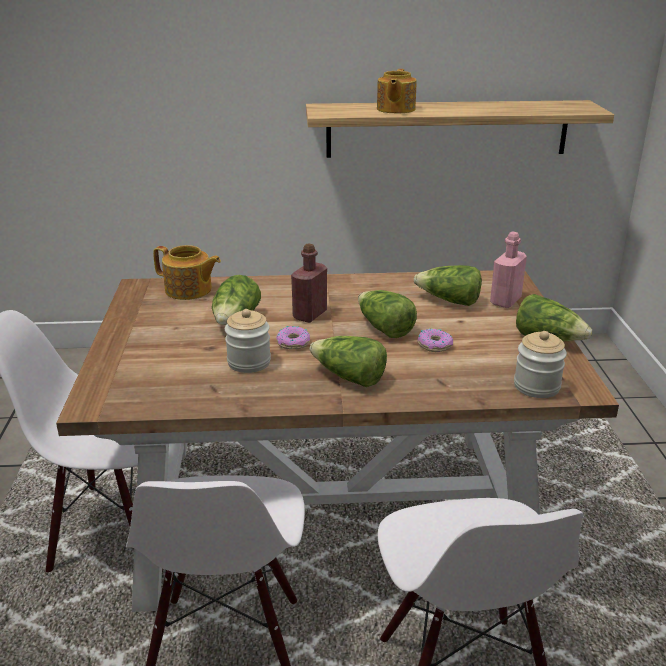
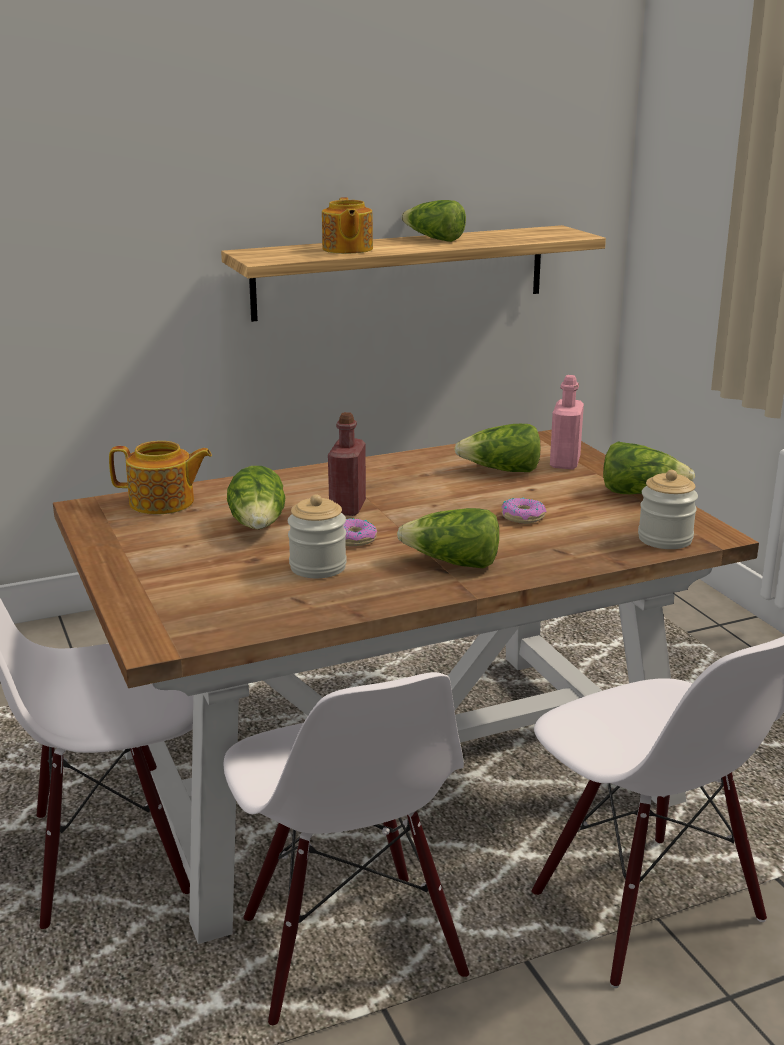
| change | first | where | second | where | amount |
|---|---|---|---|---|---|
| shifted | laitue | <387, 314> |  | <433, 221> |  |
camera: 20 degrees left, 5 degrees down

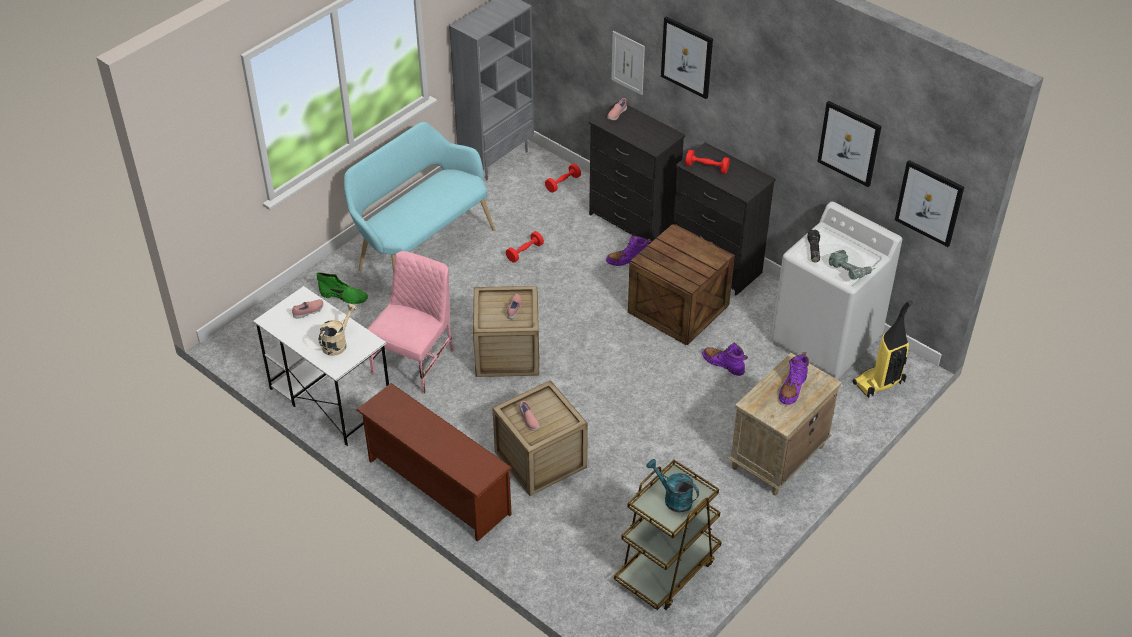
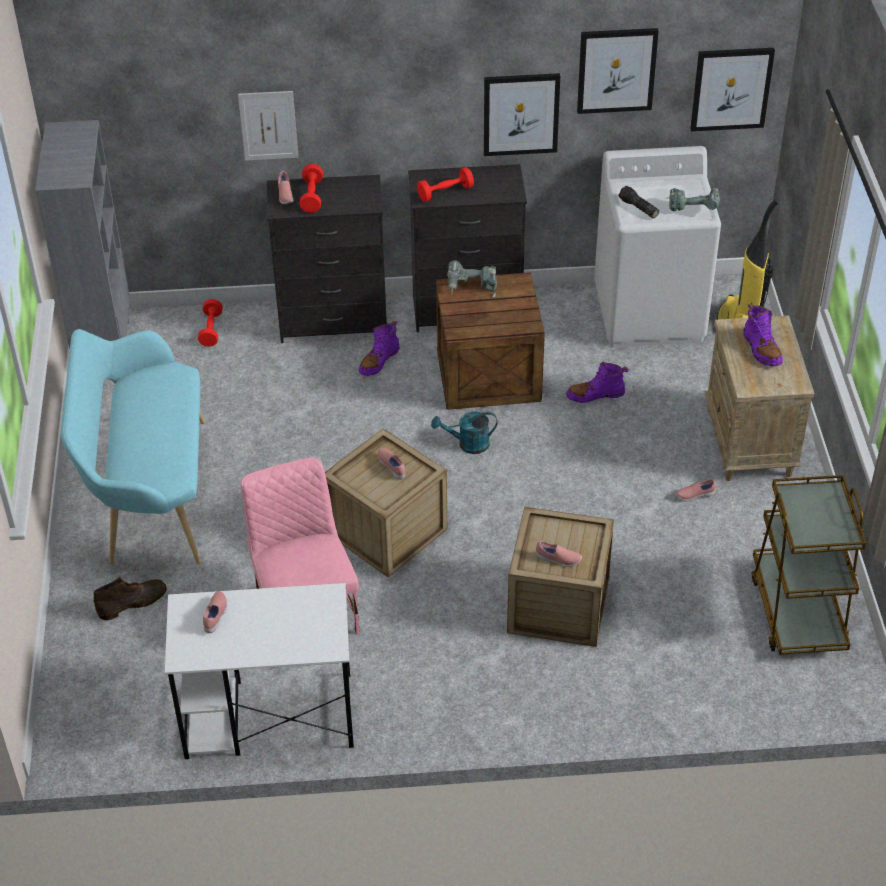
| change | first | where | second | where | amount |
|---|---|---|---|---|---|
| shifted | tableau | <687, 57> |  | <522, 114> |  |
| shifted | haltère [rouge] | <525, 247> |  | <311, 188> |  |
| repainted | botte [vert] | <342, 288> | botte [marron] | <130, 598> |  |
| gone | arrosoir [beige] | <338, 329> |  |  |  |
| gone | étagère à chaussures [marron] | <434, 462> |  |  |  |
| shifted | arrosoir [turquoise] | <672, 485> |  | <464, 433> |  |
| new |  |  | perceuse | <471, 278> |  |
| new |  |  | chaussure [rose] | <696, 490> |  |
camera: 45 degrees left, 0 degrees up

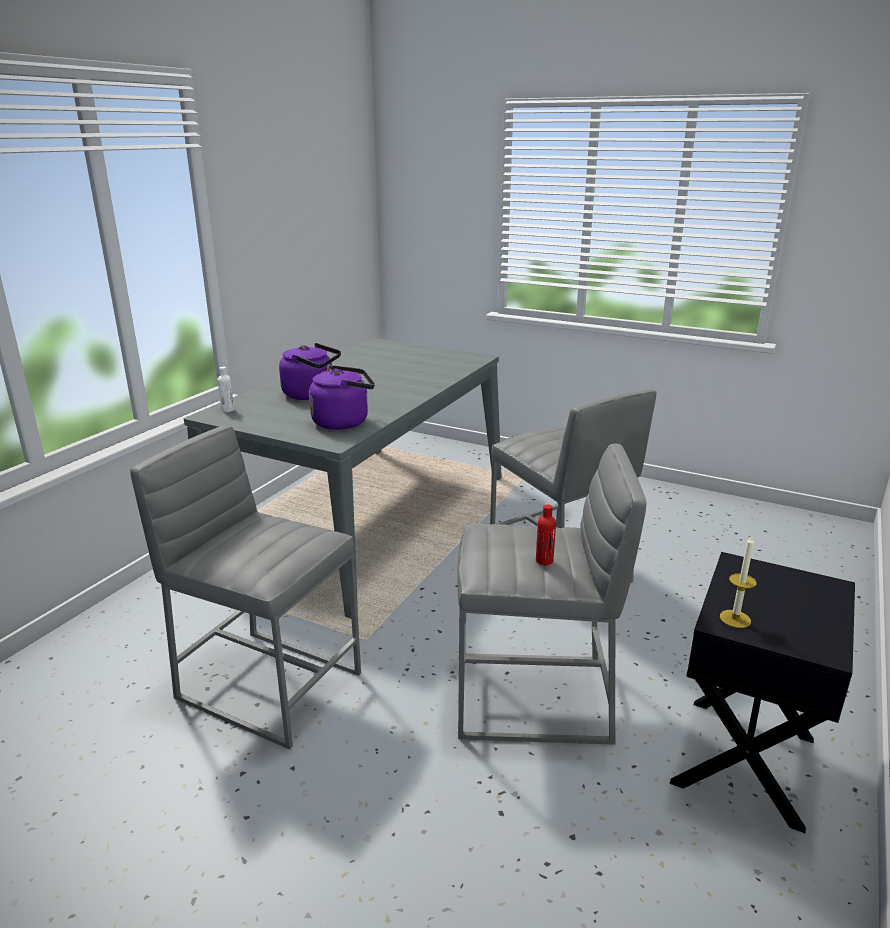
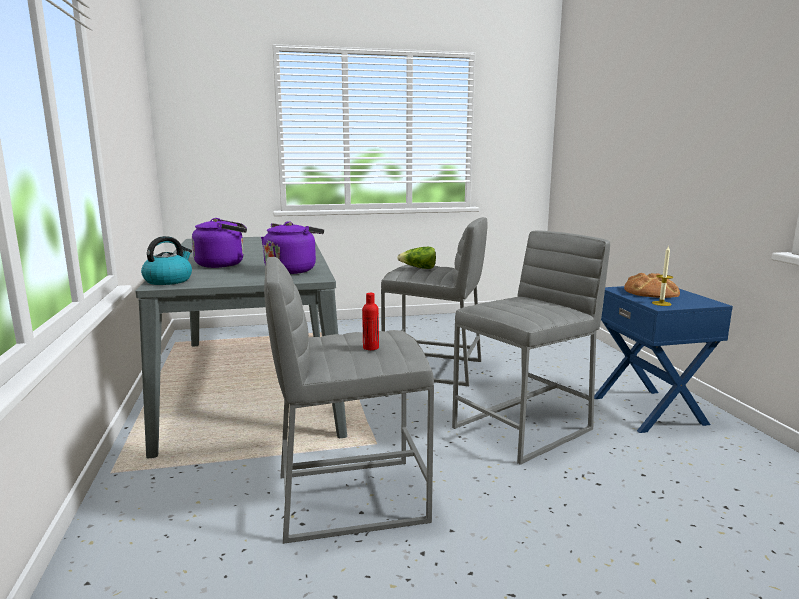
| change | first | where | second | where | amount |
|---|---|---|---|---|---|
| swapped | bouteille [blanc] | <225, 389> | bouilloire | <166, 260> |  |
| shifted | bouteille [rouge] | <546, 534> |  | <370, 321> |  |
| repainted | table de chevet [noir] | <762, 692> | table de chevet [bleu] | <663, 359> |  |
| new |  |  | laitue | <416, 258> |  |
| new |  |  | pain | <652, 285> |  |
camera: 40 degrees left, 10 degrees down

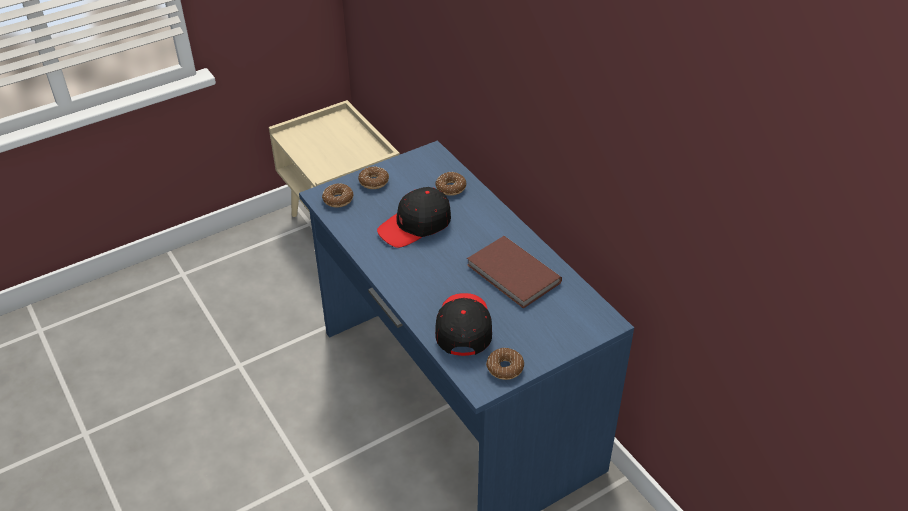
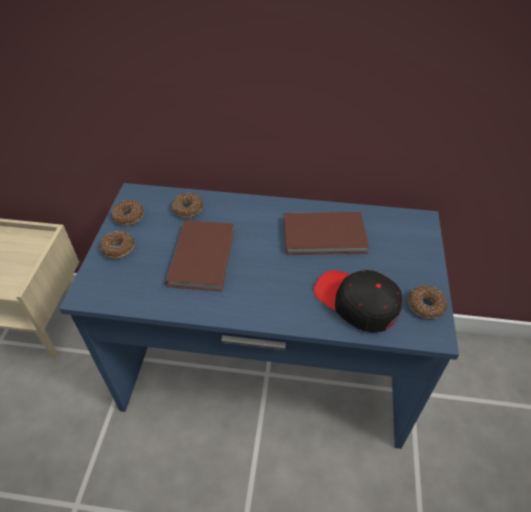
| change | first | where | second | where | amount |
|---|---|---|---|---|---|
| shifted | beignet | <337, 195> |  | <127, 212> |  |
| swapped | casquette [noir] | <414, 217> | livre [marron] | <200, 256> |  |
camera: 50 degrees left, 5 degrees up

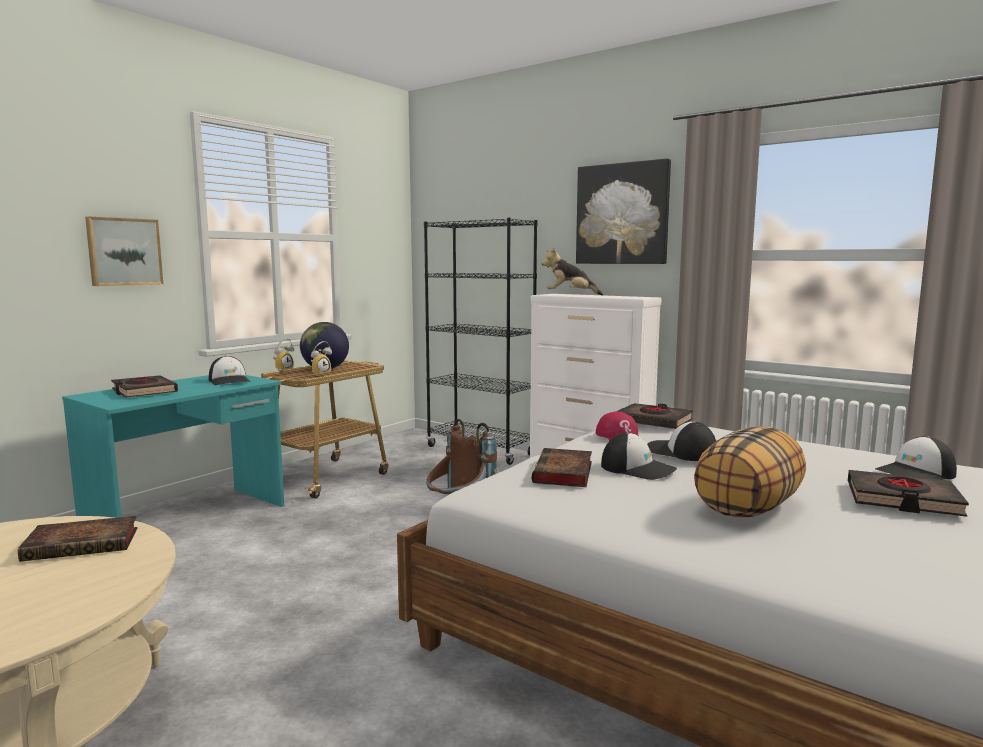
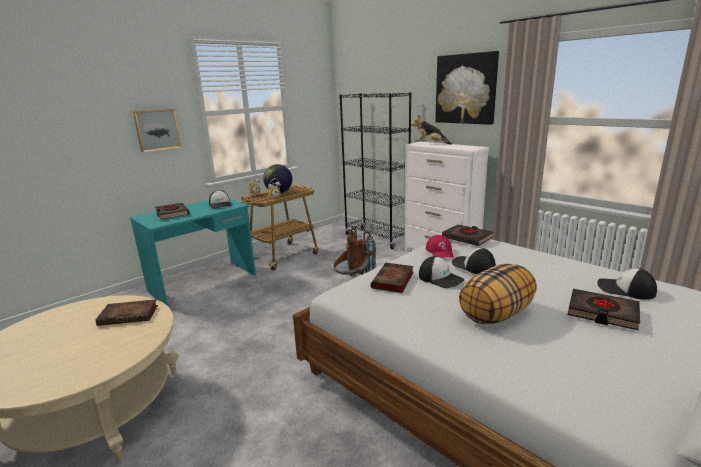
| change | first | where | second | where | amount |
|---|---|---|---|---|---|
| rotated | casquette | <916, 458> |  | <627, 284> | 45 degrees clockwise |
camera: 10 degrees right, 10 degrees up

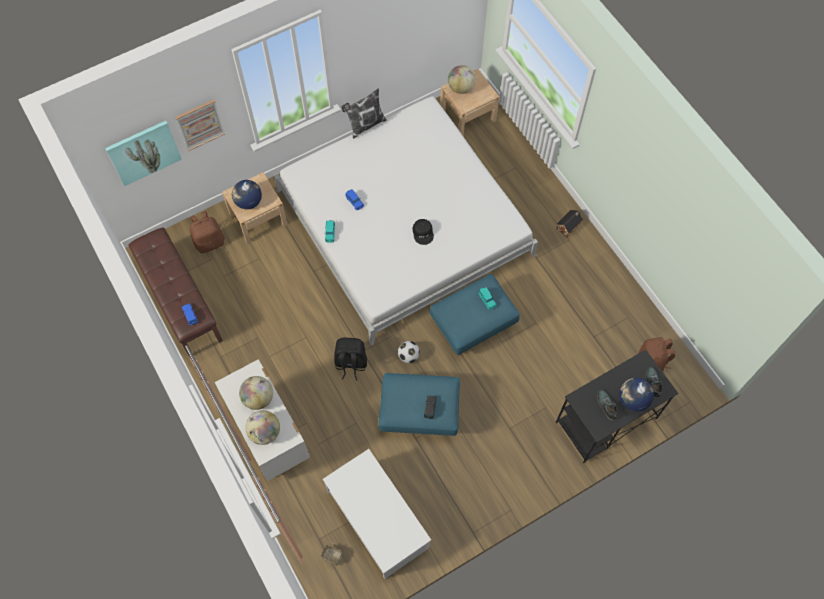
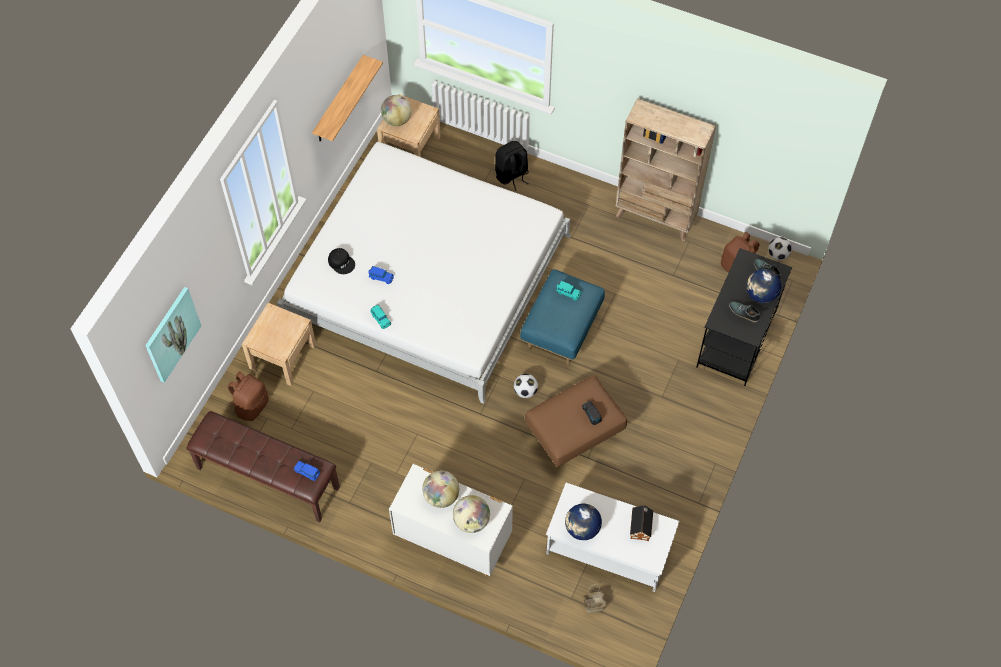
| change | first | where | second | where | amount |
|---|---|---|---|---|---|
| gone | coussin | <364, 113> |  |  |  |
| gone | tableau | <200, 125> |  |  |  |
| shifted | globe | <247, 194> |  | <583, 522> |  |
| shifted | maison miniature | <569, 223> |  | <641, 523> |  |
| shifted | casquette [noir] | <423, 232> |  | <341, 261> |  |
| shifted | sac à dos [noir] | <350, 359> |  | <512, 166> |  |
| repainted | pouf [bleu] | <419, 404> | pouf [marron] | <576, 422> |  |
| new |  |  | étagère | <347, 98> |  |
| new |  |  | bibliothèque [beige] | <665, 170> |  |
| new |  |  | ballon de foot | <780, 248> |  |
camera: 35 degrees left, 5 degrees down

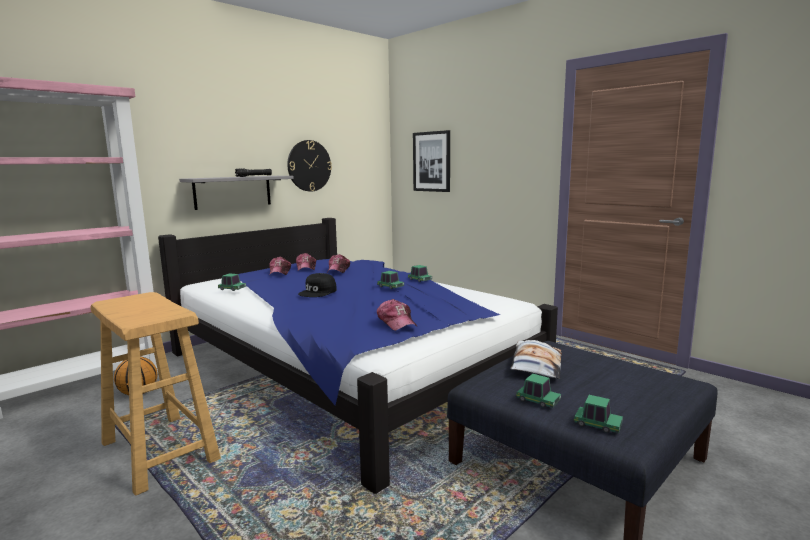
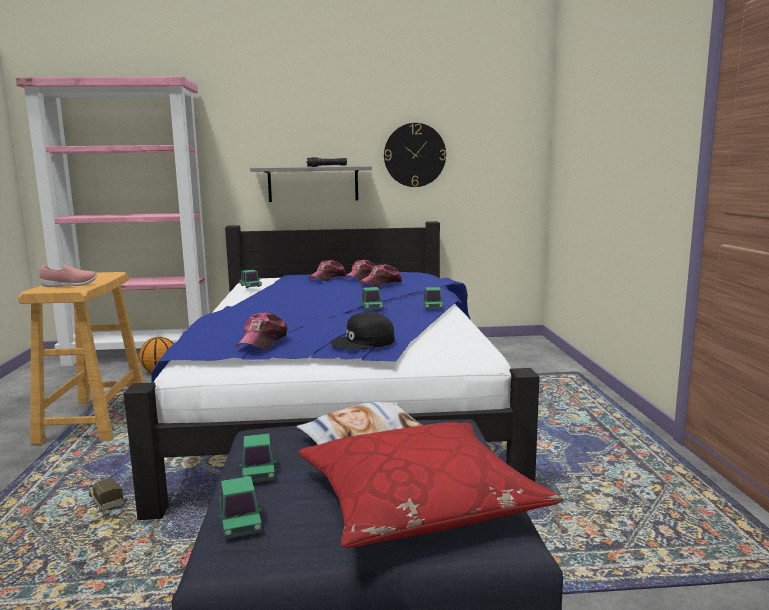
| change | first | where | second | where | amount |
|---|---|---|---|---|---|
| gone | tableau | <431, 161> |  |  |  |
| shifted | casquette [noir] | <317, 285> |  | <362, 331> |  |
| new |  |  | chaussure [rose] | <68, 275> |  |
| new |  |  | coussin [rouge] | <431, 485> |  |
| new |  |  | camion jouet | <106, 494> |  |
camera: 40 degrees right, 0 degrees up

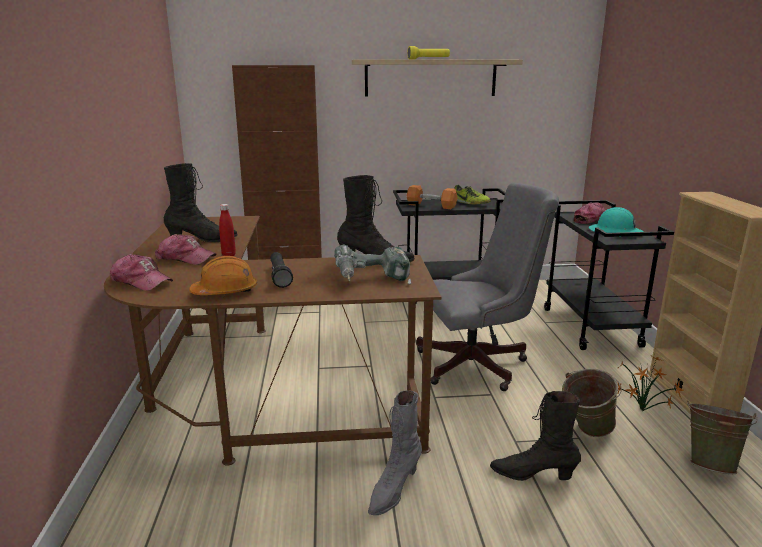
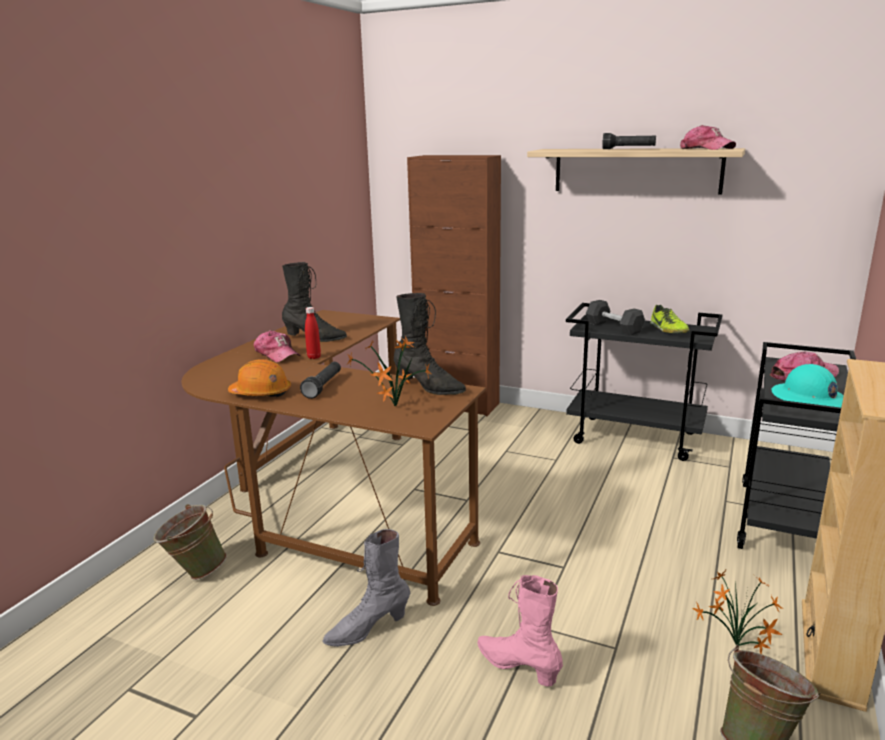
| change | first | where | second | where | amount |
|---|---|---|---|---|---|
| repainted | lampe de poche [jaune] | <428, 53> | lampe de poche [noir] | <629, 141> |  |
| gone | chaise de bureau [gris] | <487, 287> |  |  |  |
| repainted | haltère [orange] | <432, 197> | haltère [gris] | <615, 317> |  |
| swapped | perceuse | <372, 264> | plante en pot | <389, 371> |  |
| shifted | casquette | <141, 272> |  | <708, 137> |  |
| shifted | seau [vert] | <592, 403> |  | <190, 542> |  |
| repainted | botte [noir] | <535, 436> | botte [rose] | <520, 631> |  |
camera: 30 degrees right, 0 degrees up

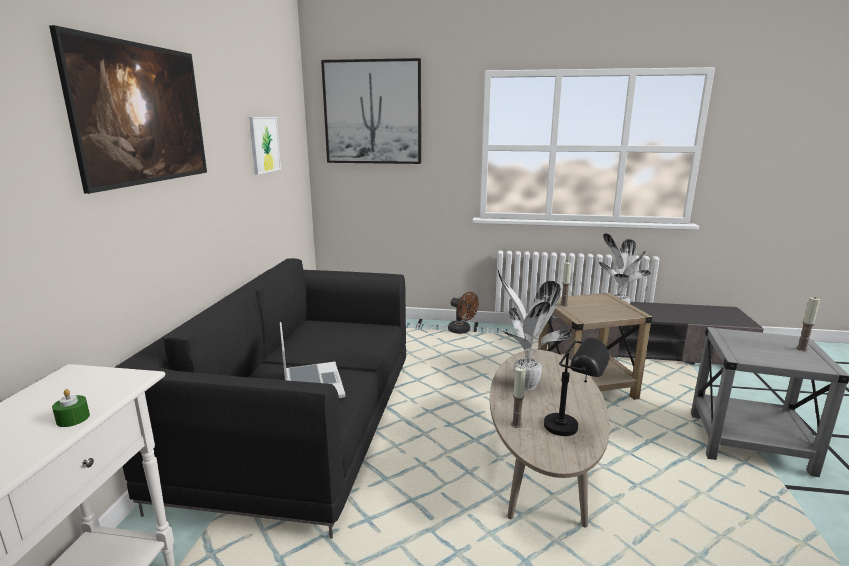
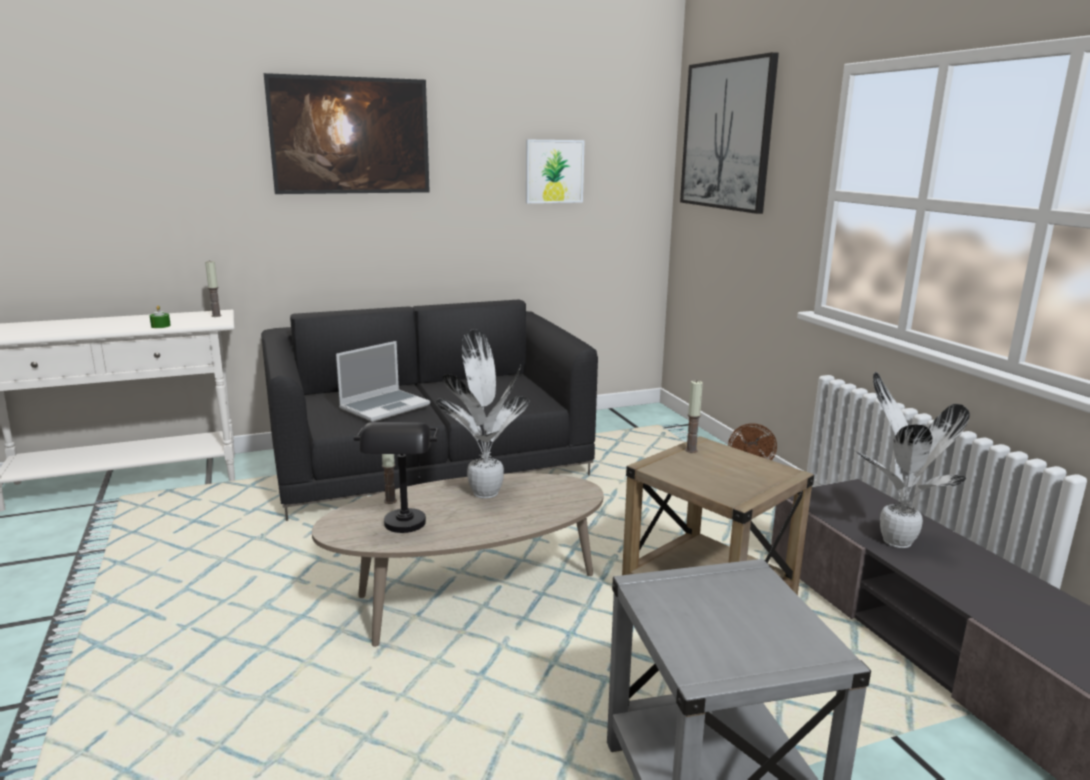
| change | first | where | second | where | amount |
|---|---|---|---|---|---|
| shifted | bougie | <808, 324> |  | <213, 288> |  |
camera: 60 degrees right, 0 degrees up

